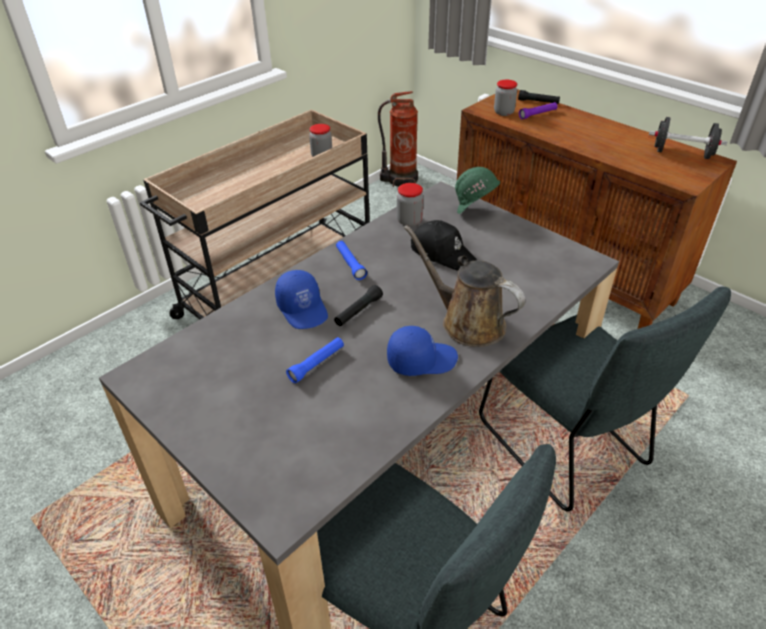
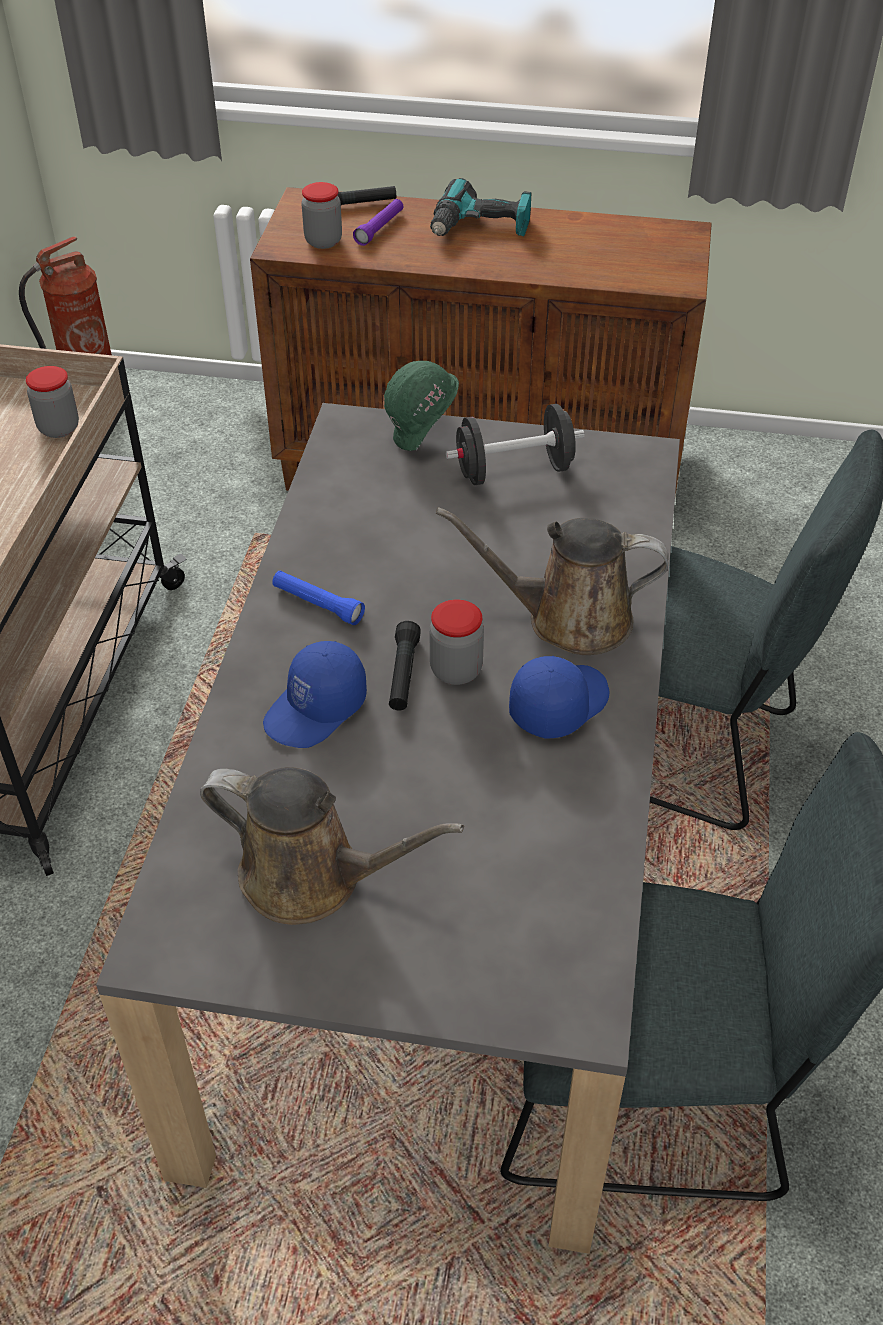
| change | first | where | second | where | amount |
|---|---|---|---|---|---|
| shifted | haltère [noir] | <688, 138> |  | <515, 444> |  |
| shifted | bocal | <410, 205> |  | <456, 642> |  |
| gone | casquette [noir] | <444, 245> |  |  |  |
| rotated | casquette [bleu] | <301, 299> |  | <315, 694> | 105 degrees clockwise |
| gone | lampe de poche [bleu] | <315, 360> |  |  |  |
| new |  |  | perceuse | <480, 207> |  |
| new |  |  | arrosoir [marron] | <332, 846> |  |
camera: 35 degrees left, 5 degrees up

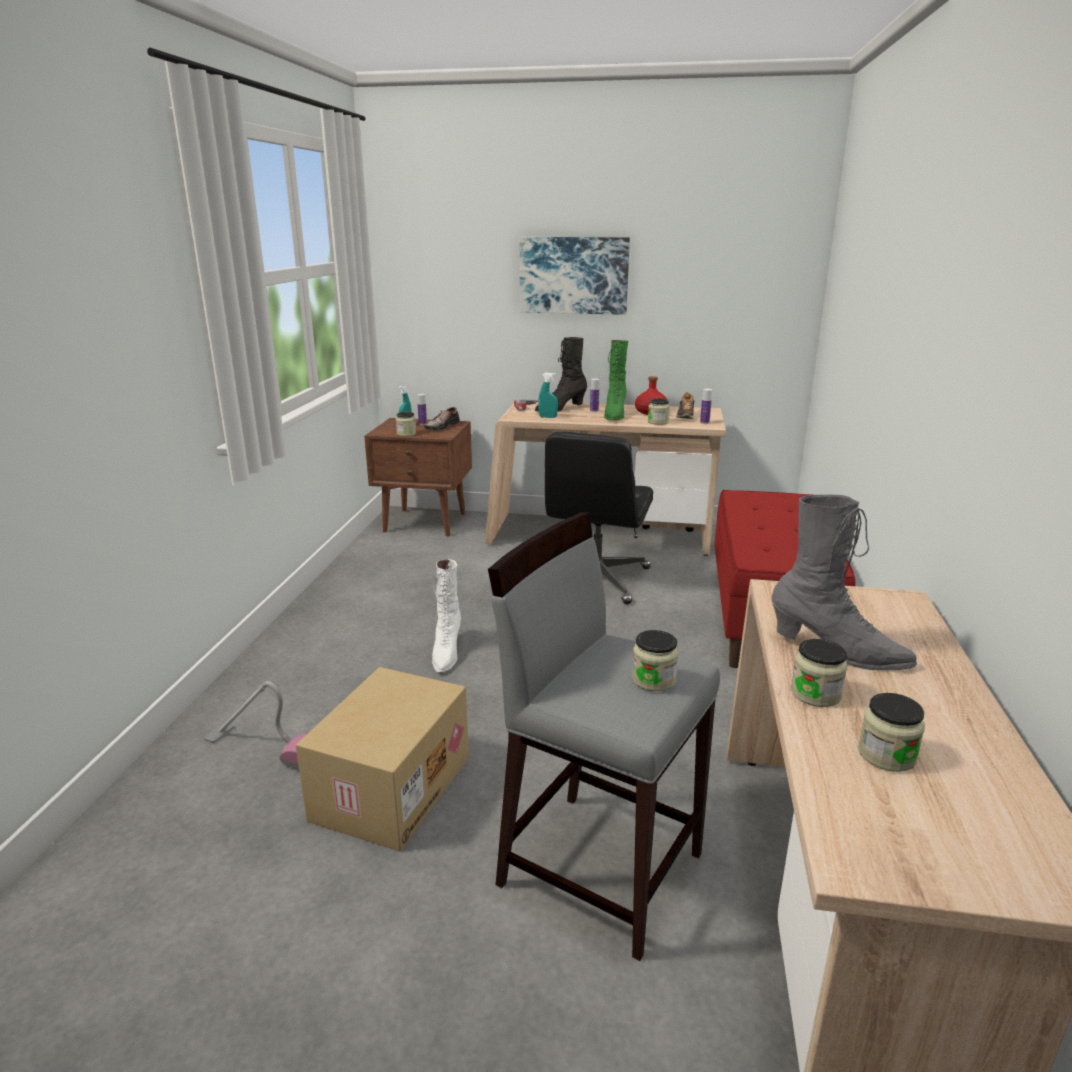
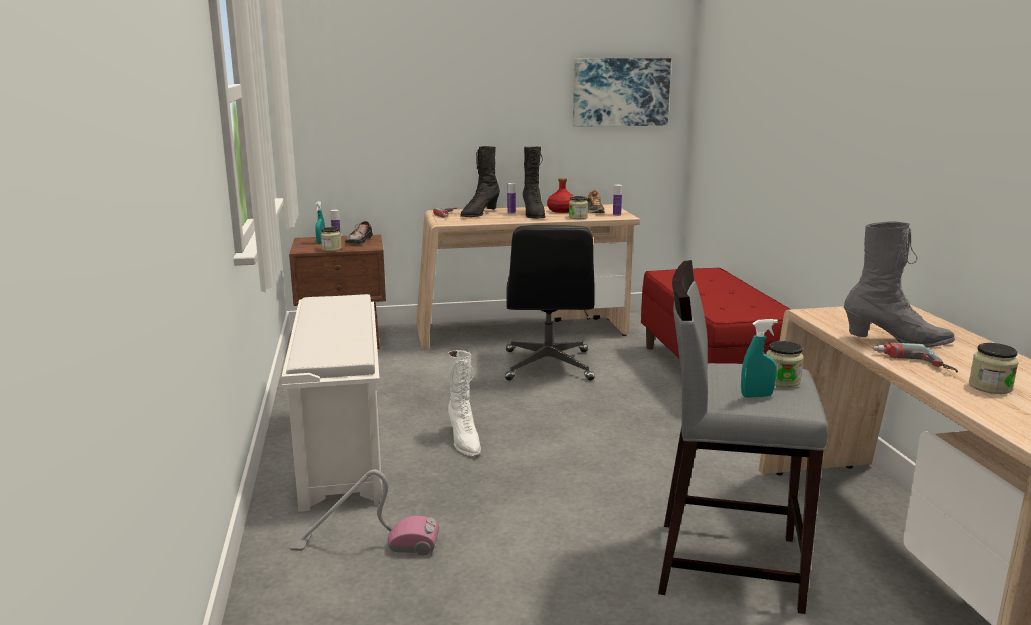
| change | first | where | second | where | amount |
|---|---|---|---|---|---|
| shifted | tableau | <575, 276> |  | <622, 92> |  |
| repainted | botte [vert] | <616, 380> | botte [noir] | <534, 183> |  |
| shifted | vaporisateur [turquoise] | <548, 395> |  | <759, 358> |  |
| swapped | bocal | <819, 673> | perceuse | <915, 358> |  |
| gone | carton | <382, 759> |  |  |  |
| new |  |  | étagère à chaussures [blanc] | <332, 403> |  |
camera: 20 degrees left, 5 degrees down

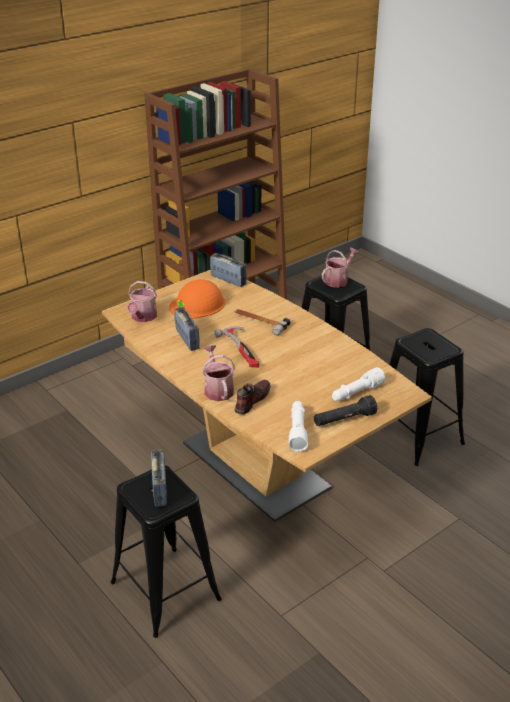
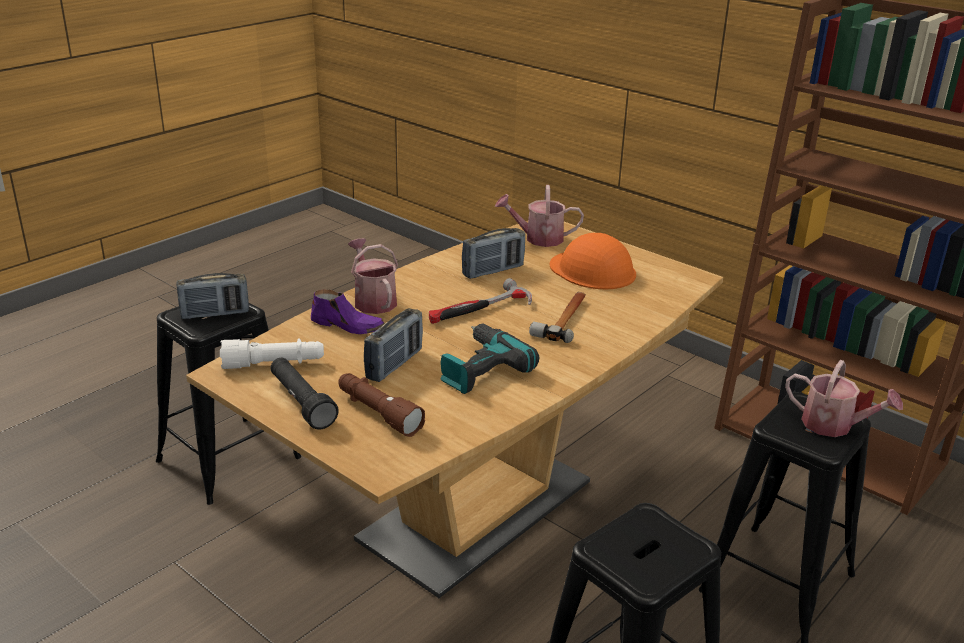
| change | first | where | second | where | amount |
|---|---|---|---|---|---|
| shifted | radio | <228, 270> |  | <393, 345> |  |
| rotated | arrosoir | <218, 373> |  | <373, 276> | 90 degrees counterclockwise |
| repainted | lampe de poche [blanc] | <359, 384> | lampe de poche [marron] | <381, 405> |  |
| repainted | chaussure [marron] | <252, 397> | chaussure [violet] | <348, 311> |  |
| new |  |  | perceuse | <490, 358> |  |
camera: 80 degrees right, 5 degrees down

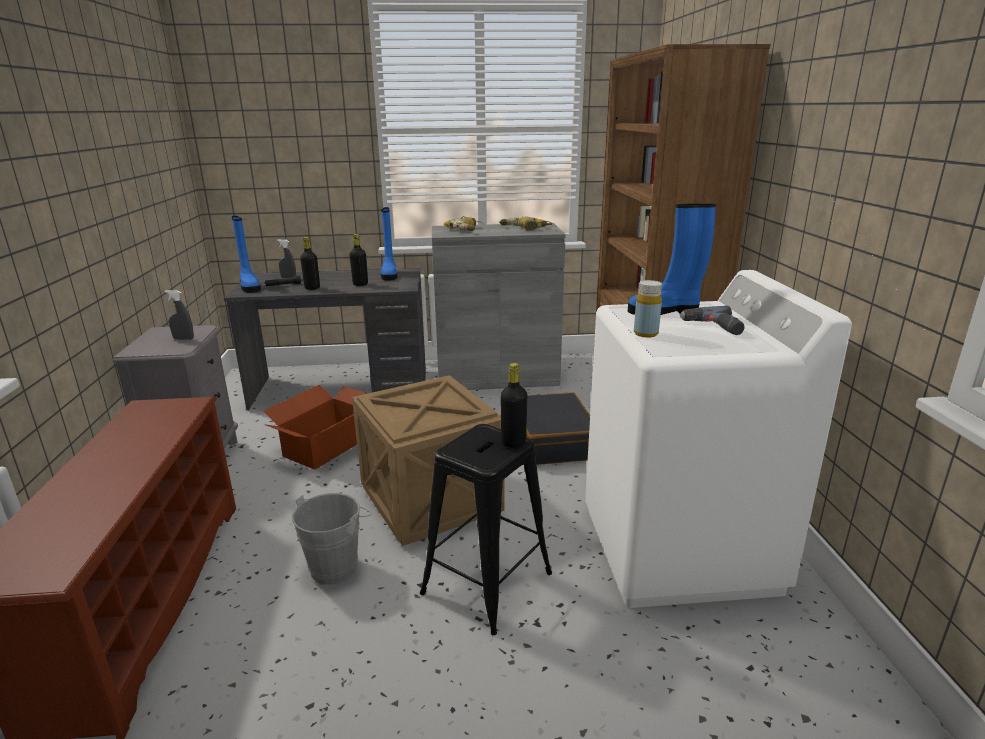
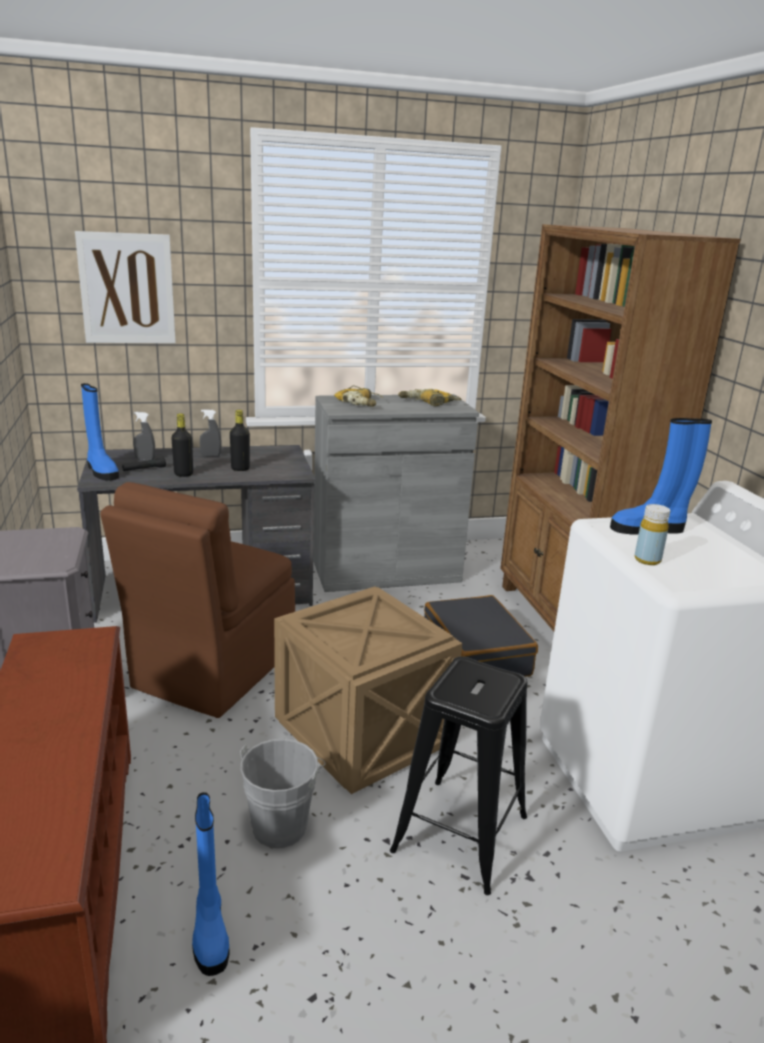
| change | first | where | second | where | amount |
|---|---|---|---|---|---|
| shifted | botte [bleu] | <389, 244> |  | <211, 884> |  |
| shifted | vaporisateur [gris] | <179, 315> |  | <210, 432> |  |
| gone | perceuse | <712, 320> |  |  |  |
| gone | bouteille [noir] | <513, 405> |  |  |  |
| swapped | carton | <315, 427> | chaise [marron] | <197, 600> |  |
| new |  |  | tableau | <125, 287> |  |
camera: 10 degrees left, 0 degrees up

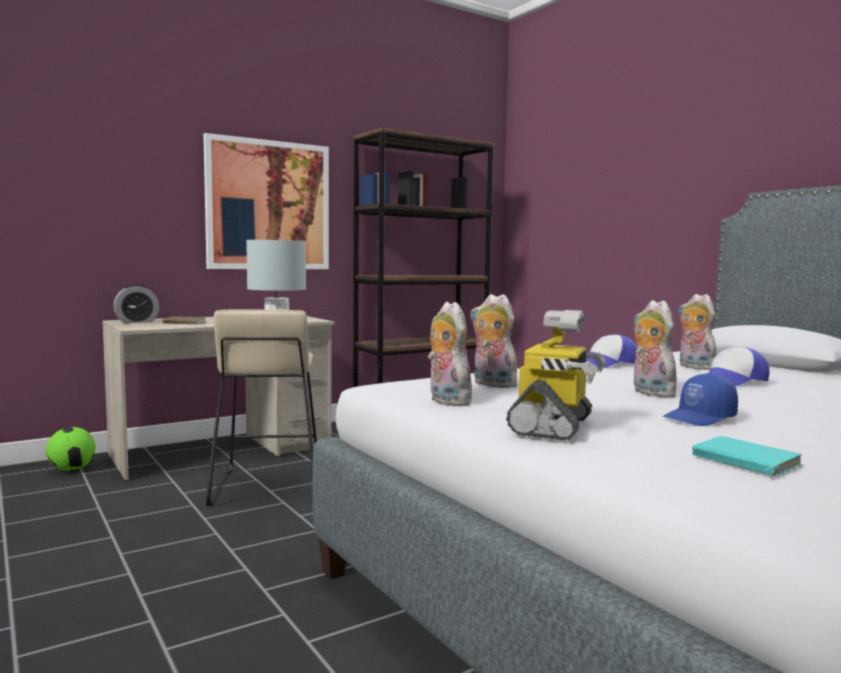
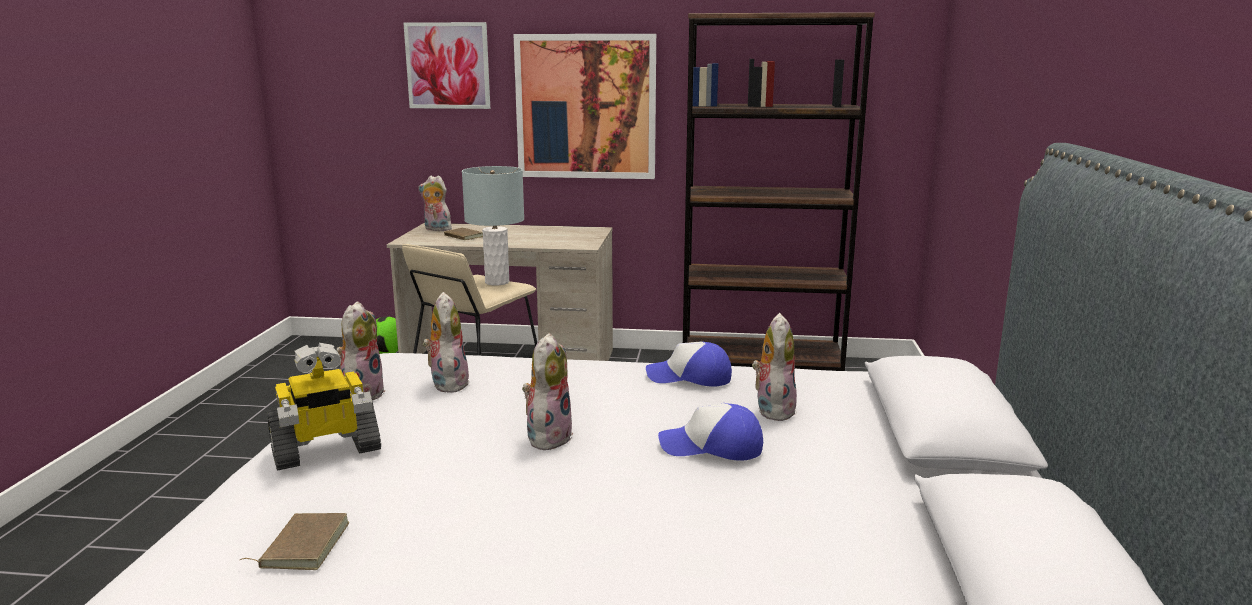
| change | first | where | second | where | amount |
|---|---|---|---|---|---|
| swapped | réveil | <136, 303> | peluche | <435, 203> |  |
| gone | casquette [bleu] | <700, 399> |  |  |  |
| repainted | livre [turquoise] | <747, 456> | livre [marron] | <294, 541> |  |
| new |  |  | tableau | <446, 65> |  |
camera: 40 degrees right, 10 degrees up

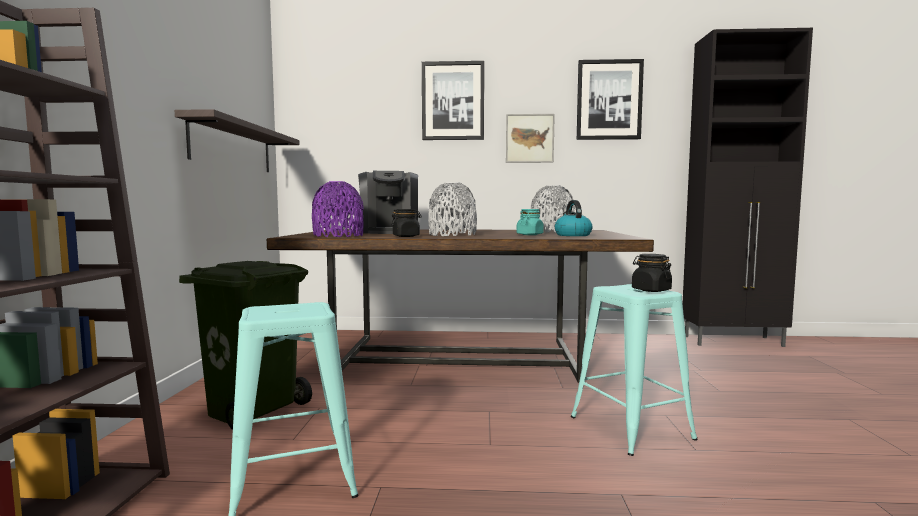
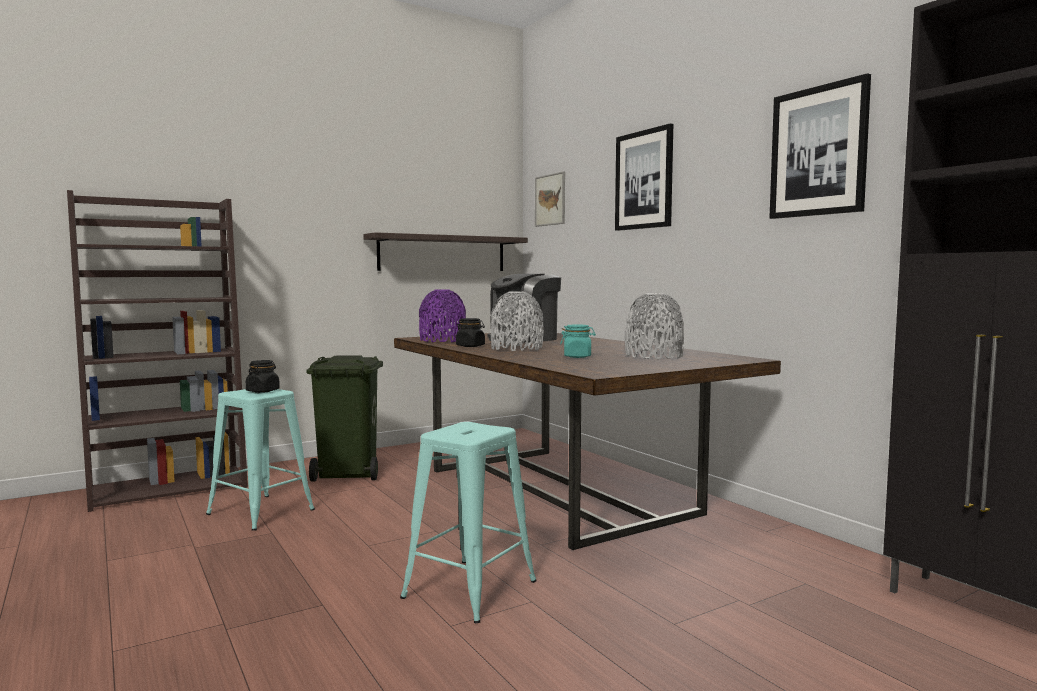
| change | first | where | second | where | amount |
|---|---|---|---|---|---|
| shifted | tableau | <530, 138> |  | <550, 199> |  |
| gone | bouilloire | <573, 218> |  |  |  |
| shifted | bocal [noir] | <652, 273> |  | <263, 376> |  |
camera: 55 degrees right, 0 degrees up

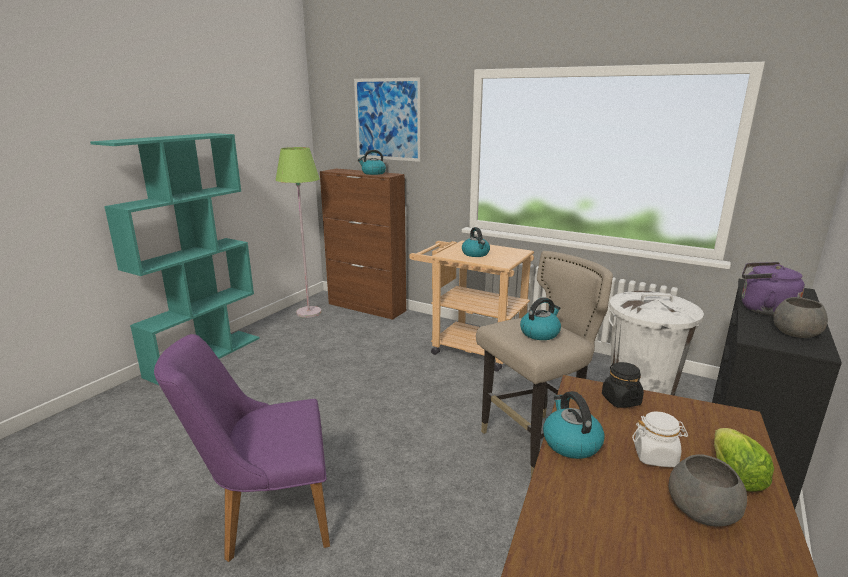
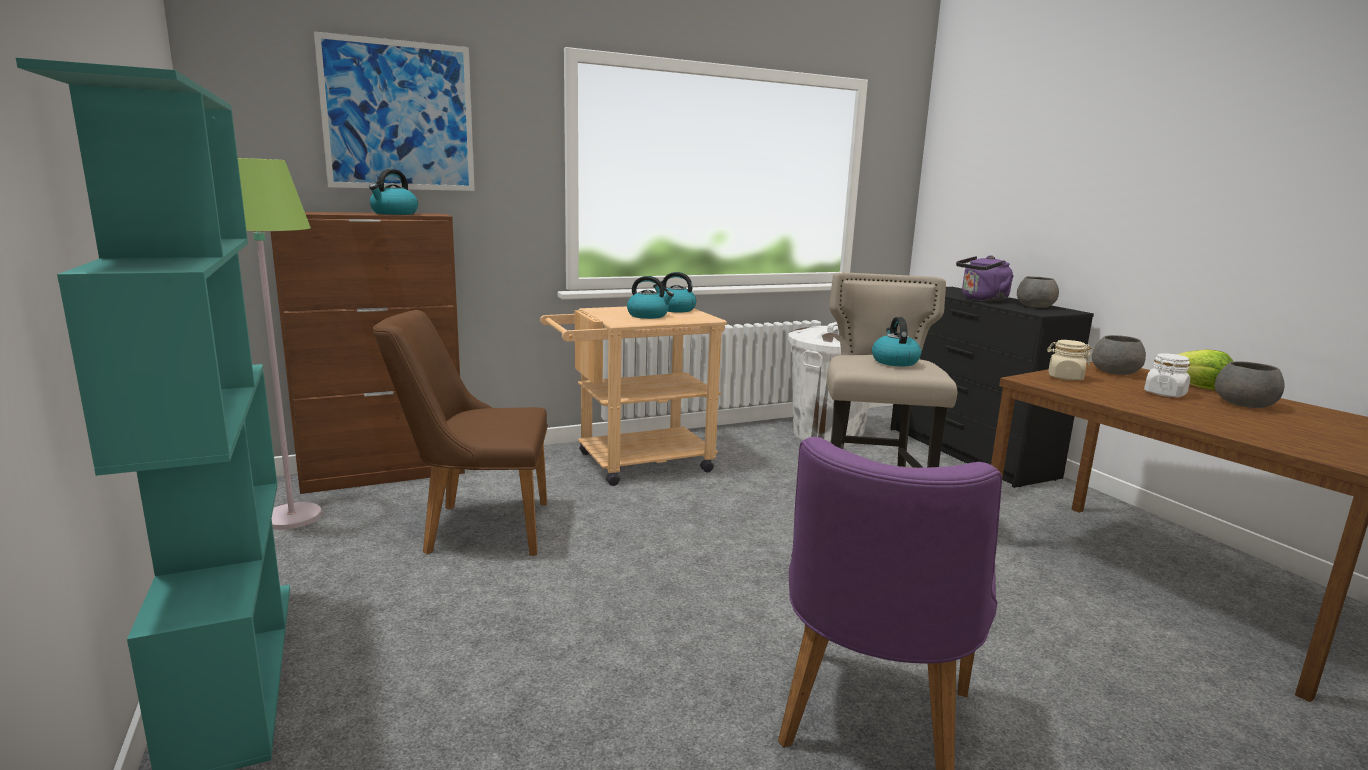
| change | first | where | second | where | amount |
|---|---|---|---|---|---|
| repainted | bocal [noir] | <623, 385> | bocal [beige] | <1069, 360> |  |
| shifted | bouilloire | <574, 425> |  | <674, 292> |  |
| new |  |  | chaise [marron] | <460, 433> |  |
| new |  |  | bol [gris] | <1119, 355> |  |
camera: 55 degrees left, 5 degrees down

